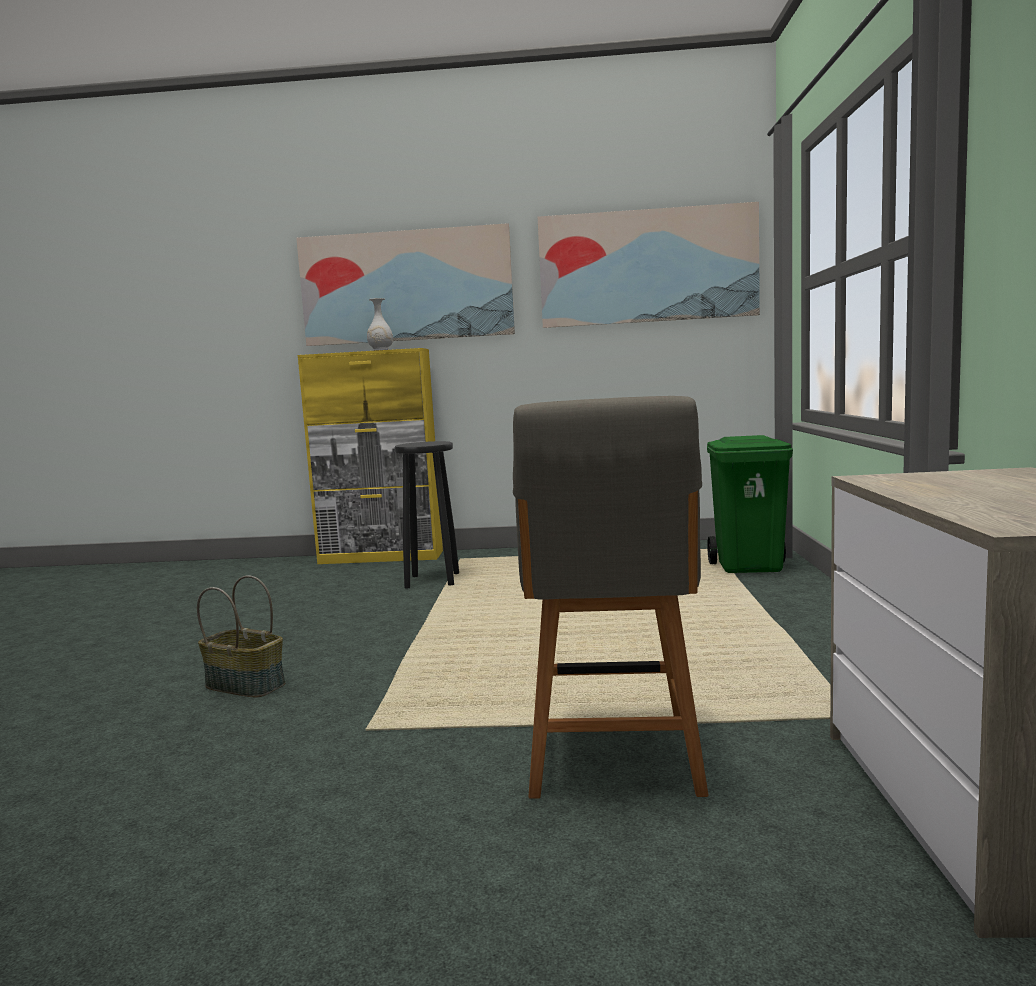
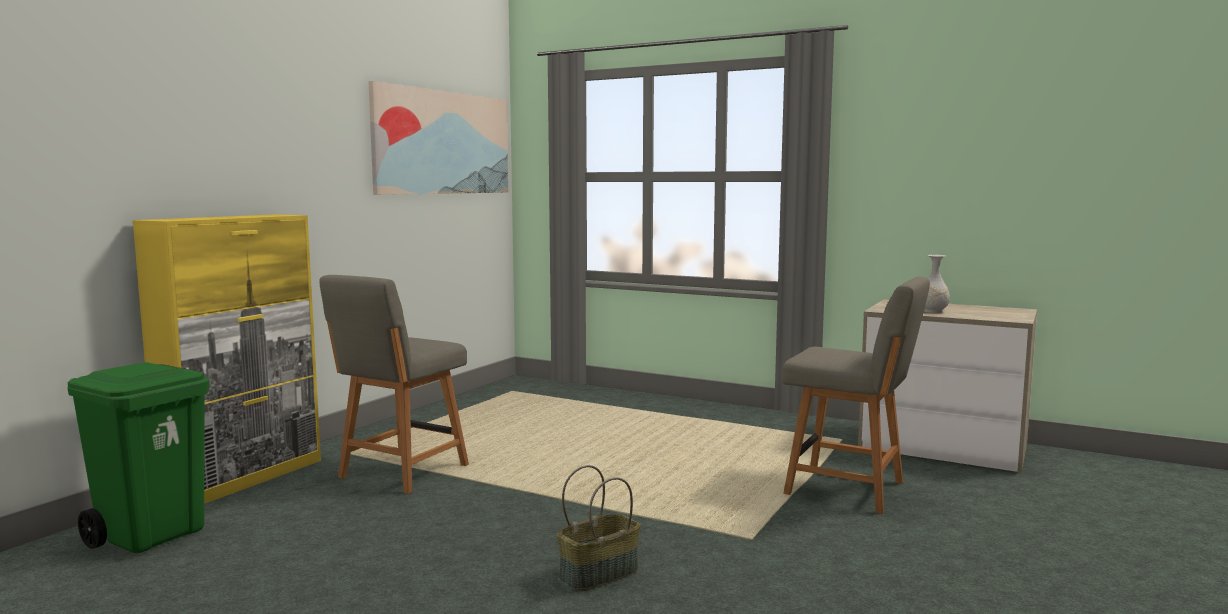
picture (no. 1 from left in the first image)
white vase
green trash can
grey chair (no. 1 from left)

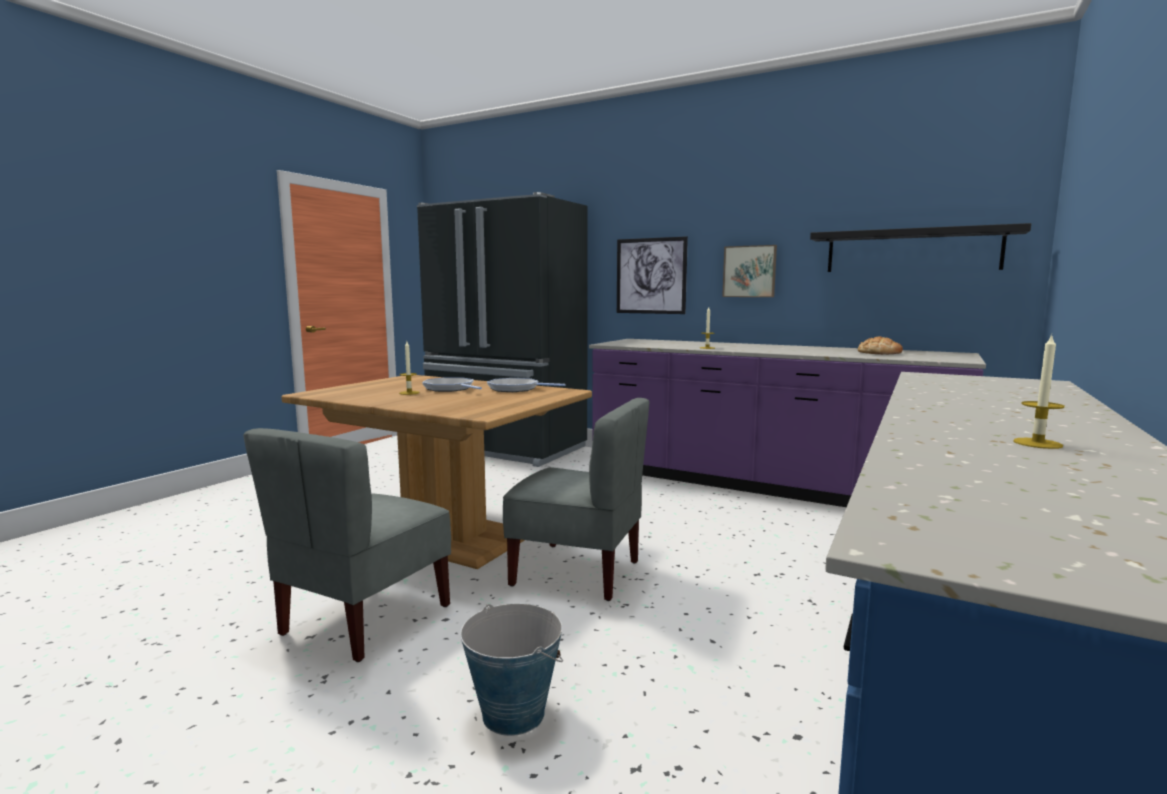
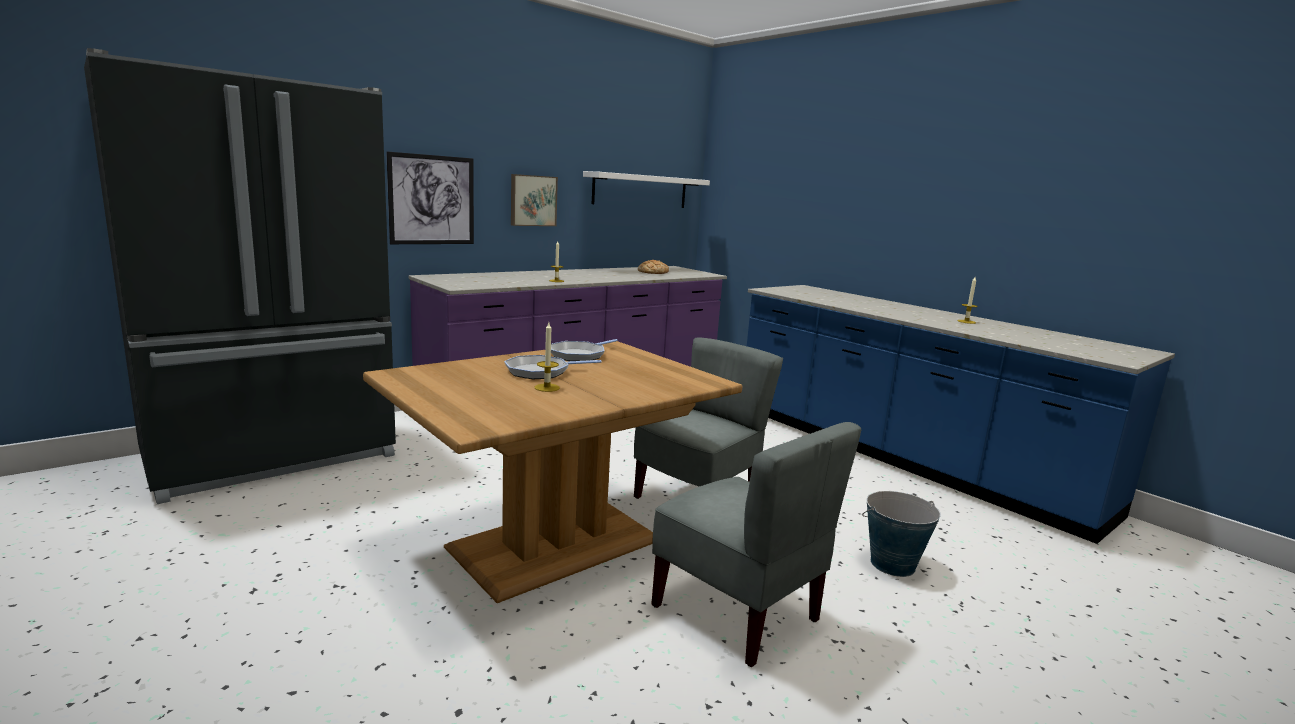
white shelf

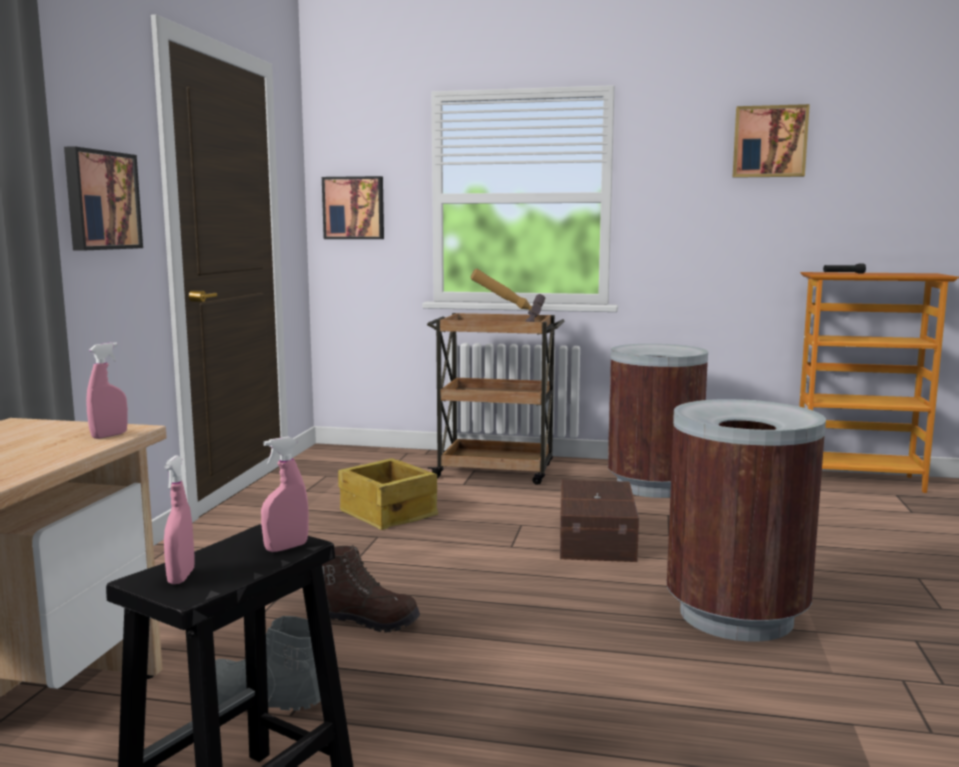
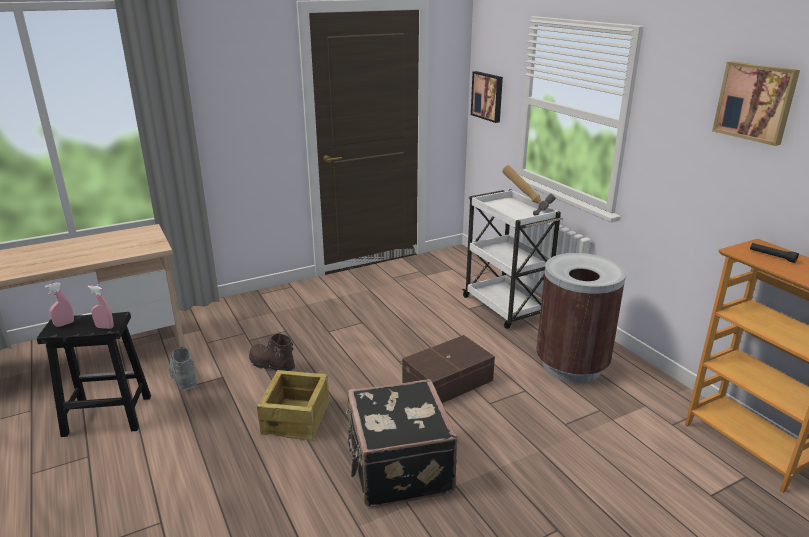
picture (no. 1 from left in the first image)
white cart
pink spray bottle (no. 1 from left in the first image)
black suitcase
crate
brown boot

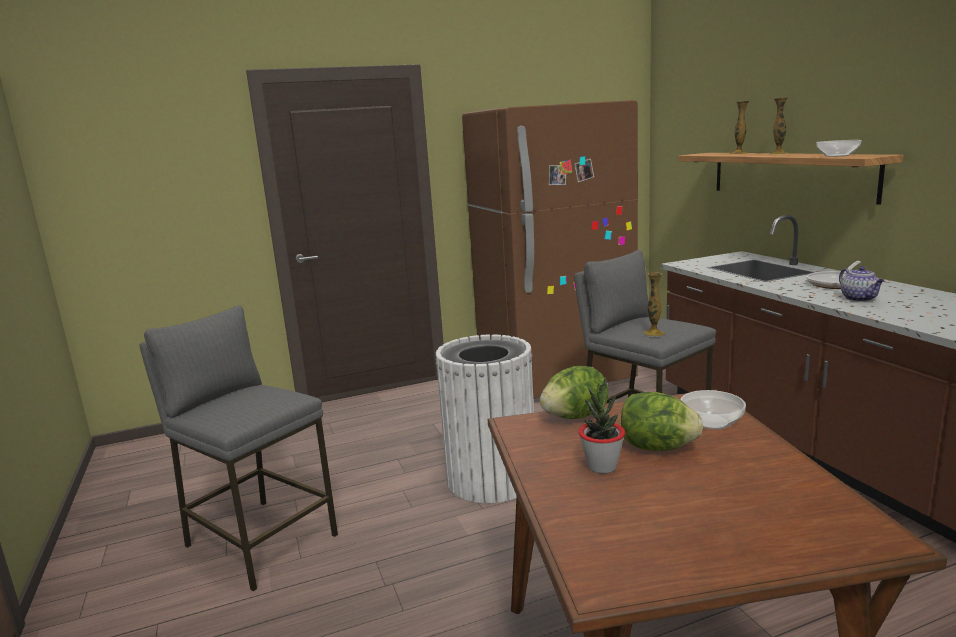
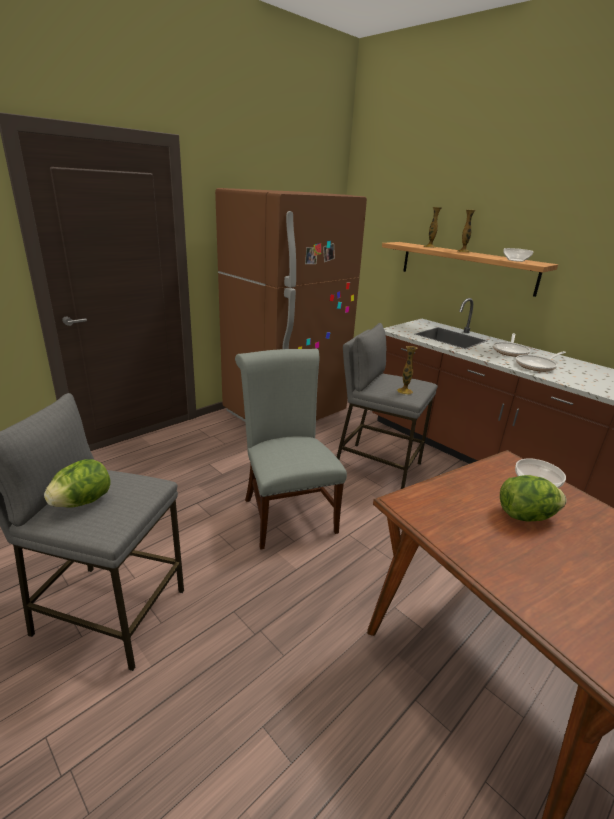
frying pan (no. 2 from left)
grey chair
lettuce (no. 1 from left)
potted plant

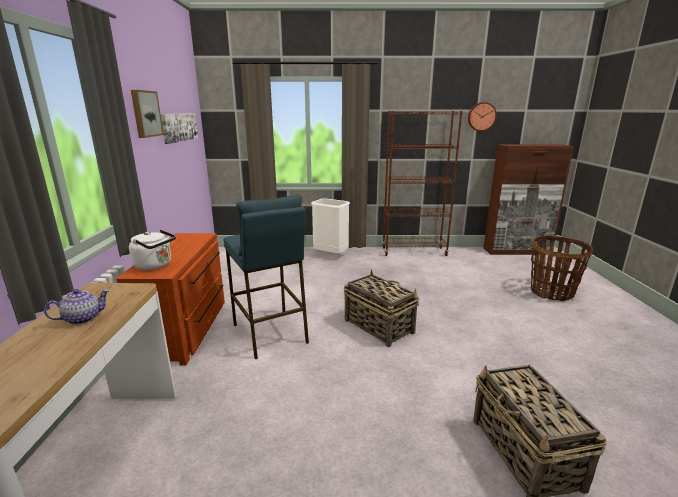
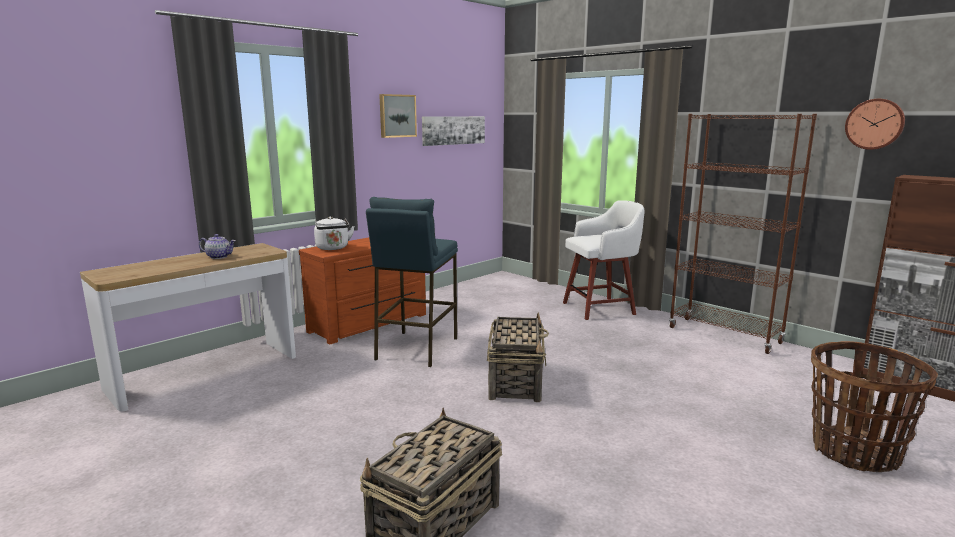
white stool

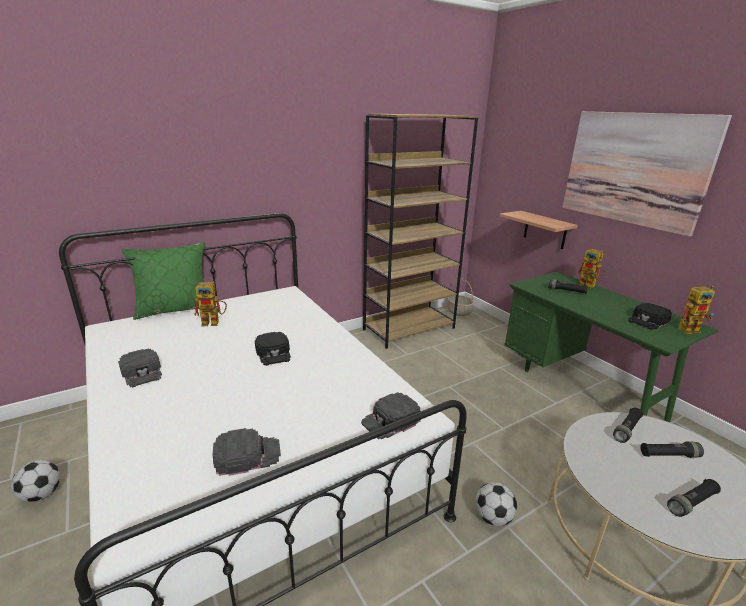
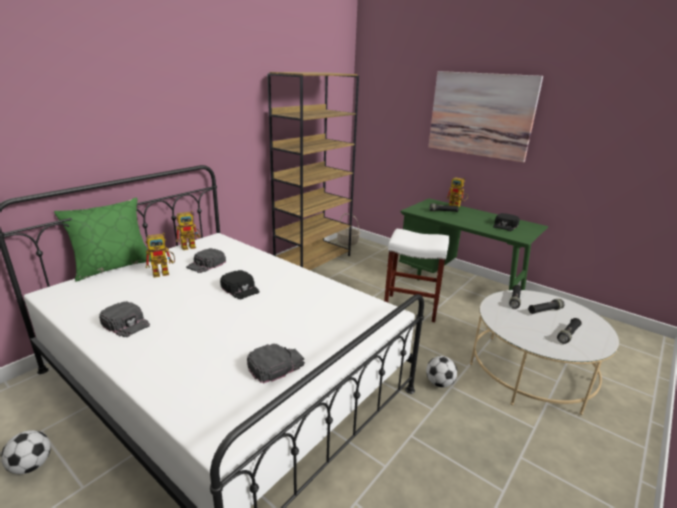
shelf
toy robot (no. 2 from left)
black cap (no. 2 from left)
white stool

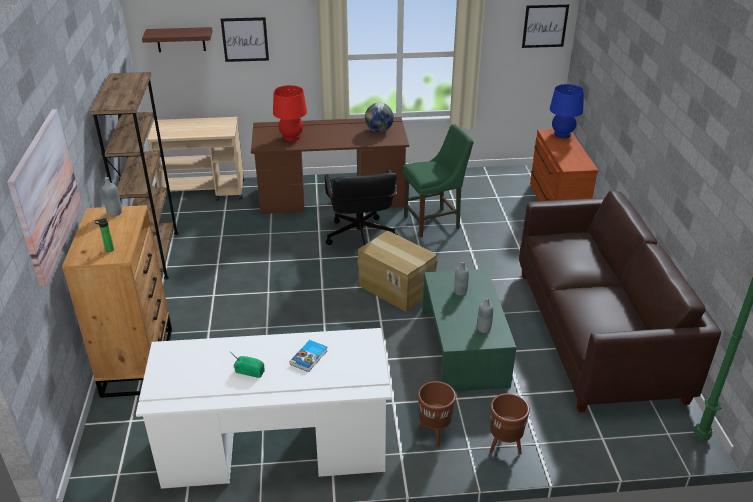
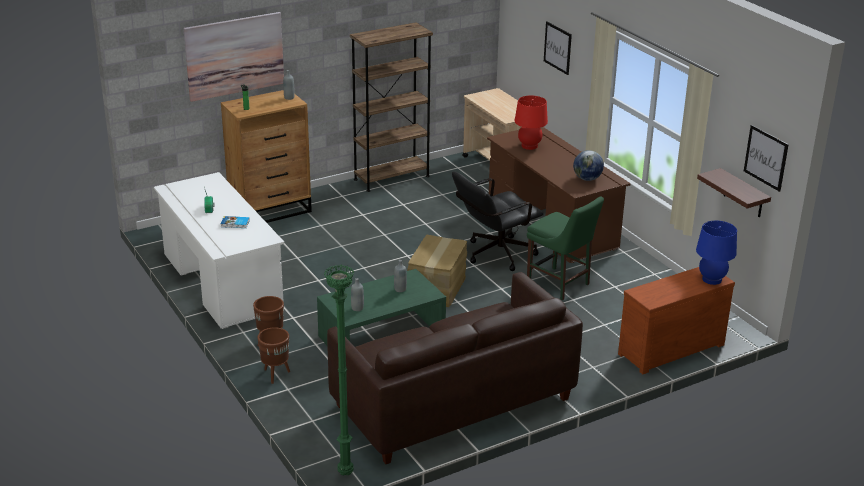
shelf

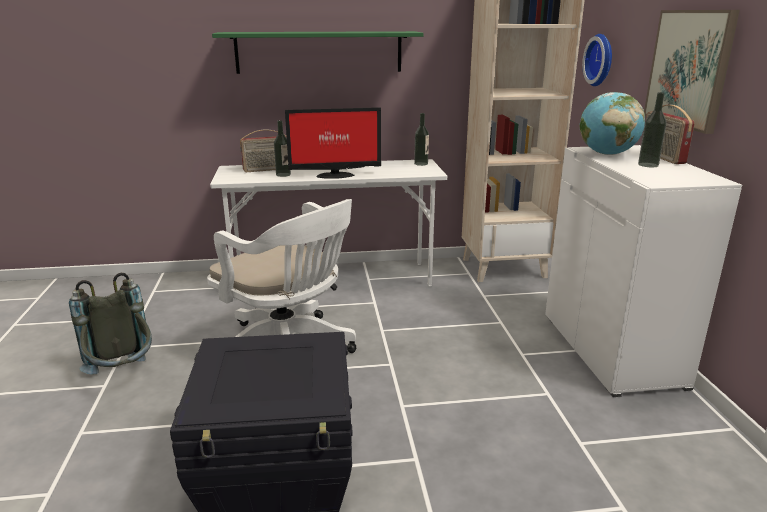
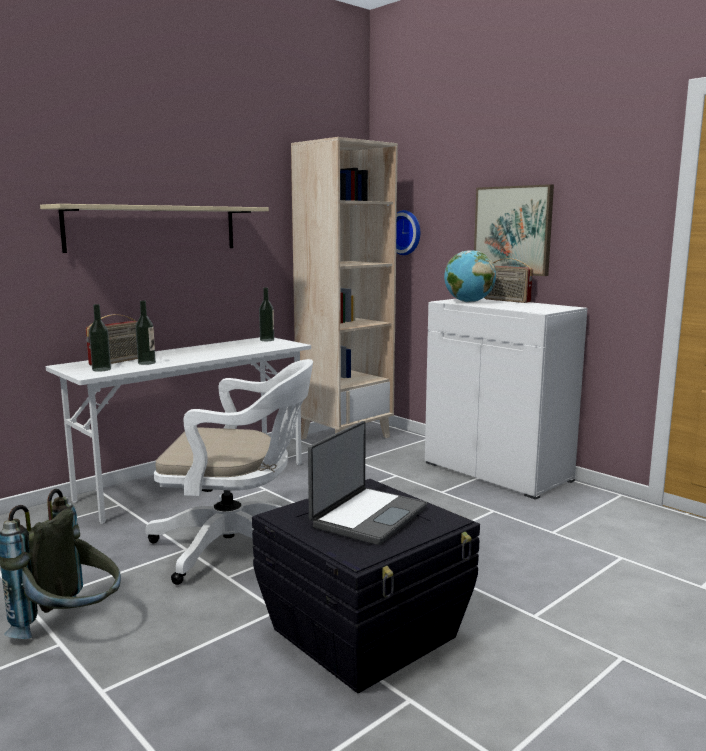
beige shelf
bottle (no. 1 from left)
monitor
laptop

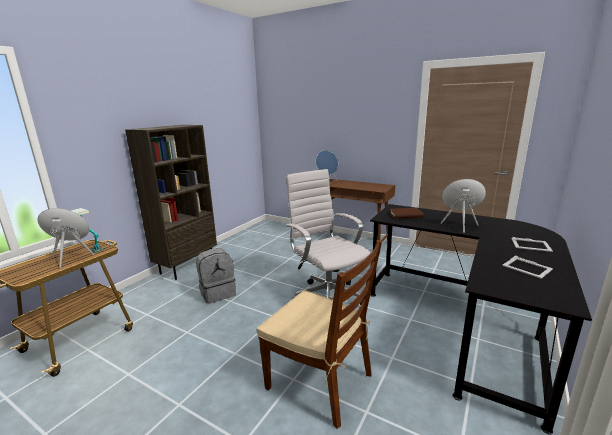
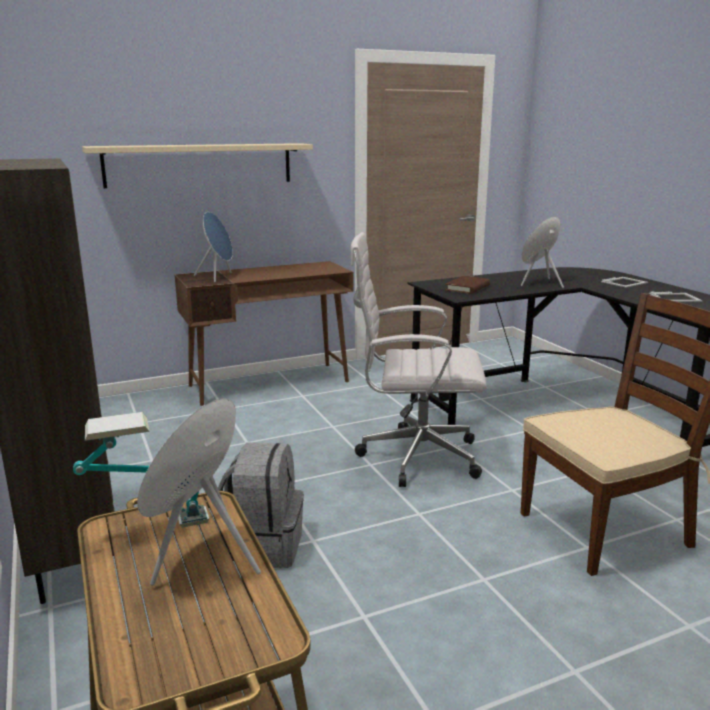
beige shelf

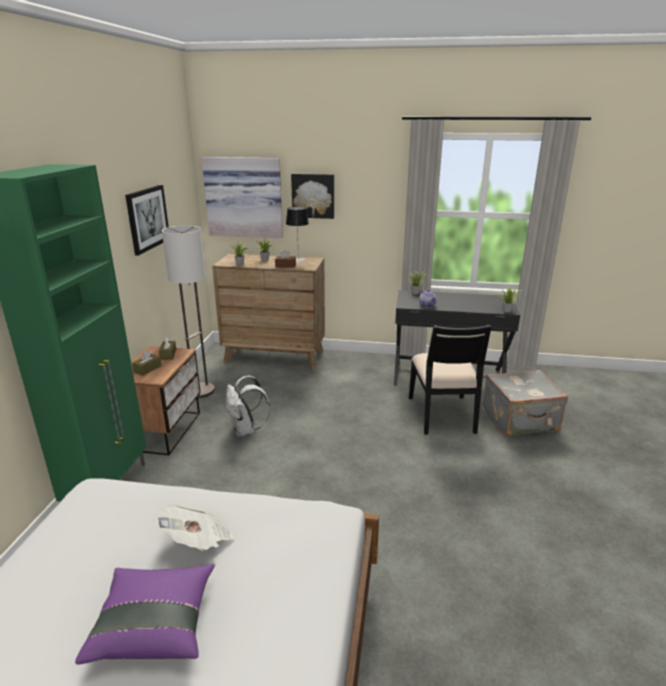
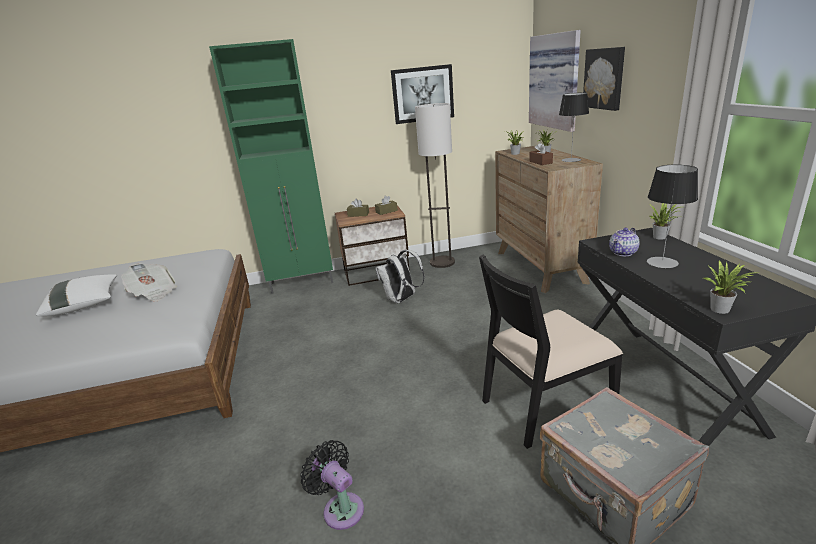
white pillow
table lamp (no. 2 from left)
black fan

